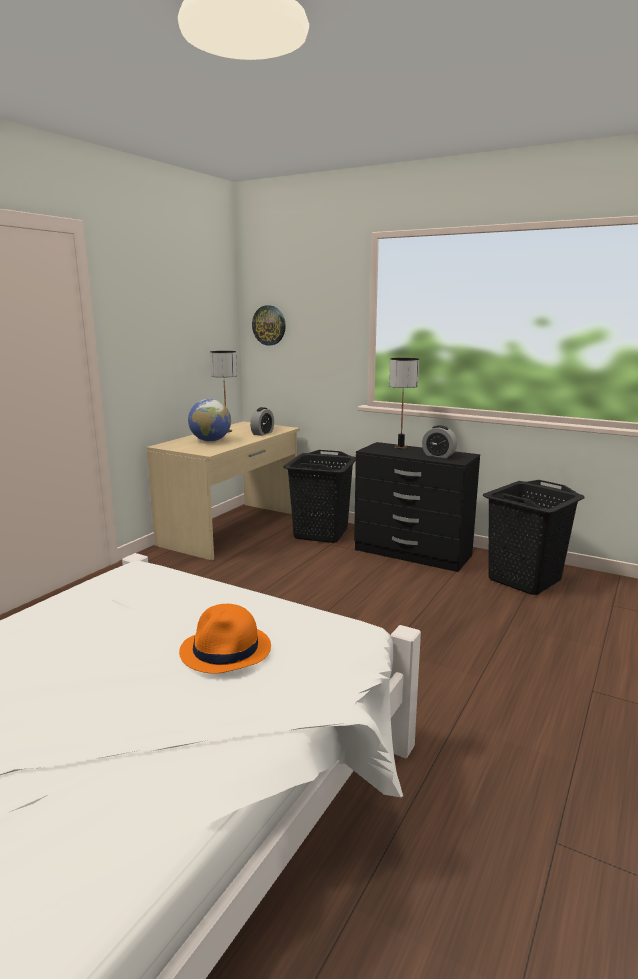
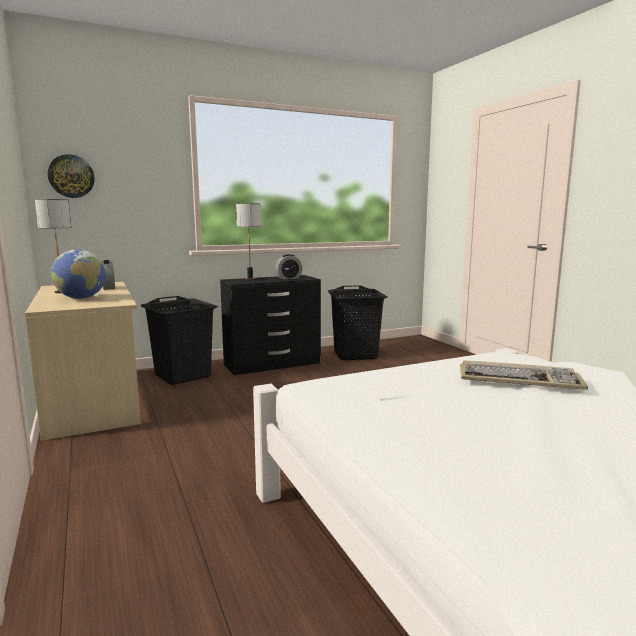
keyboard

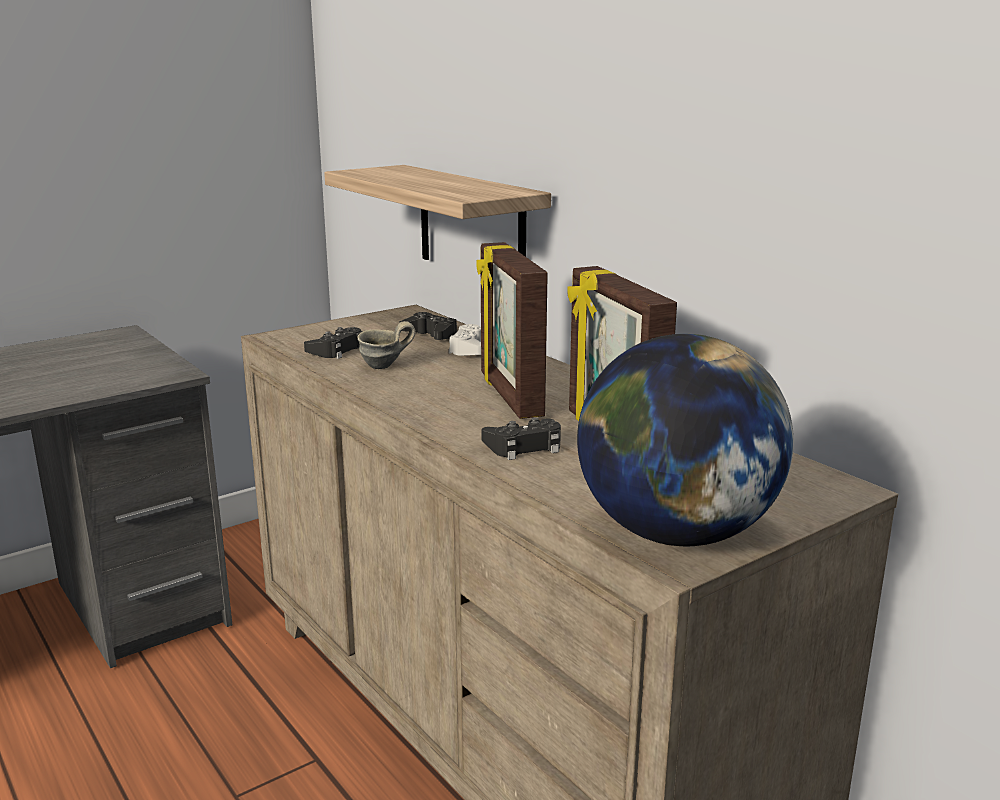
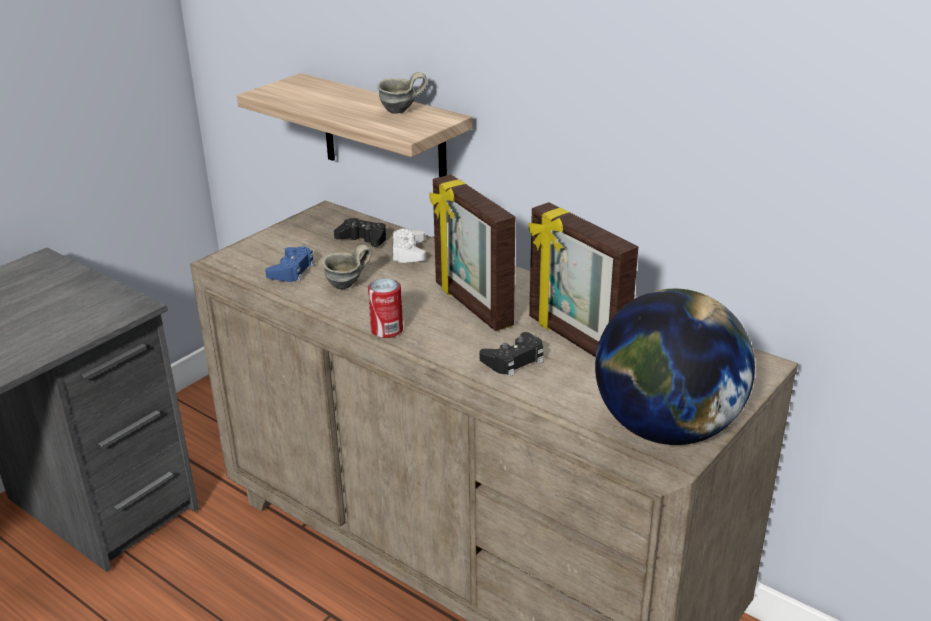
blue game controller
grey mug (no. 2 from left)
can

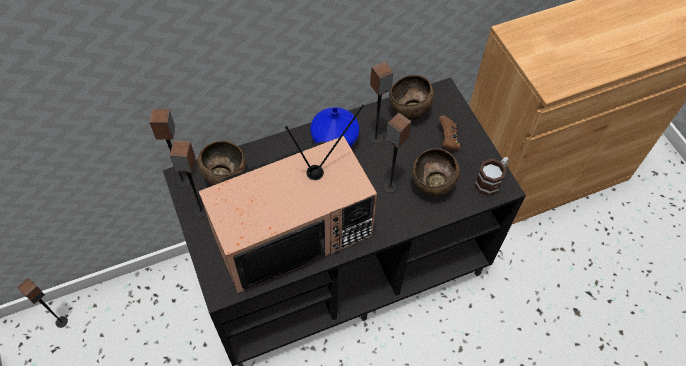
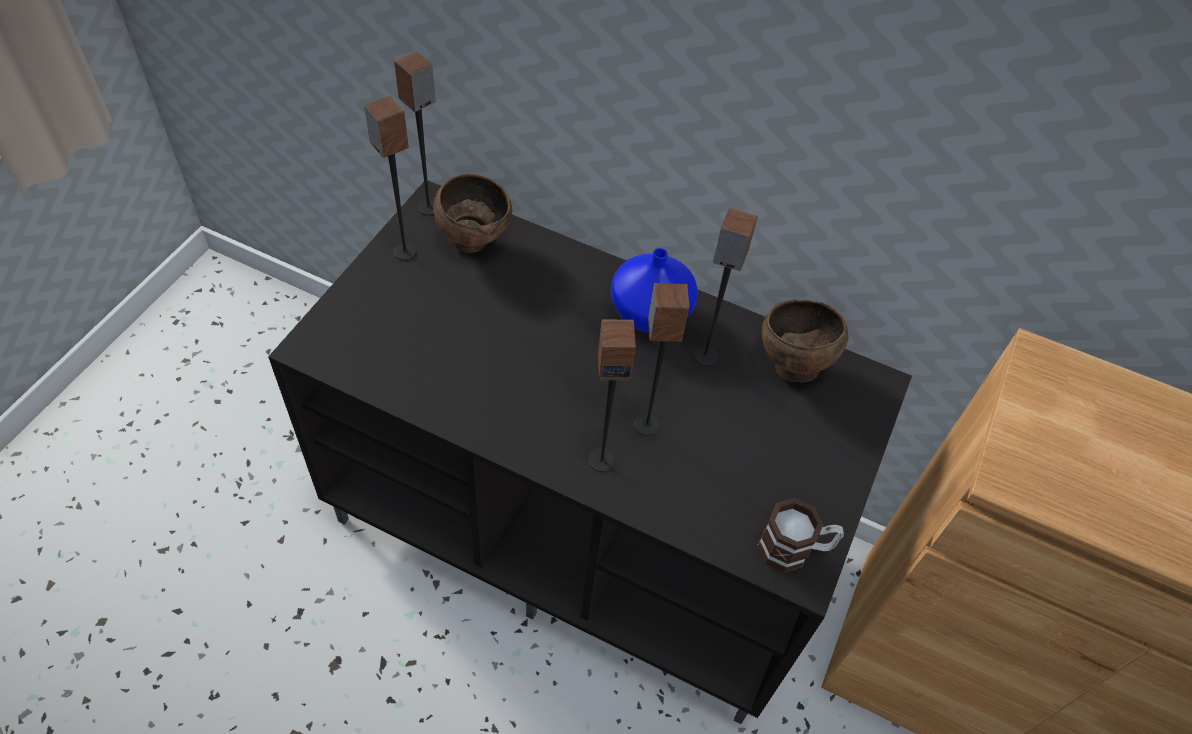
television
brown game controller
brown bowl (no. 3 from left in the first image)
speaker (no. 3 from left)

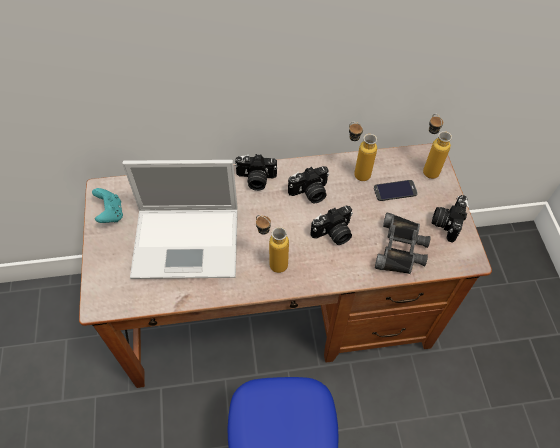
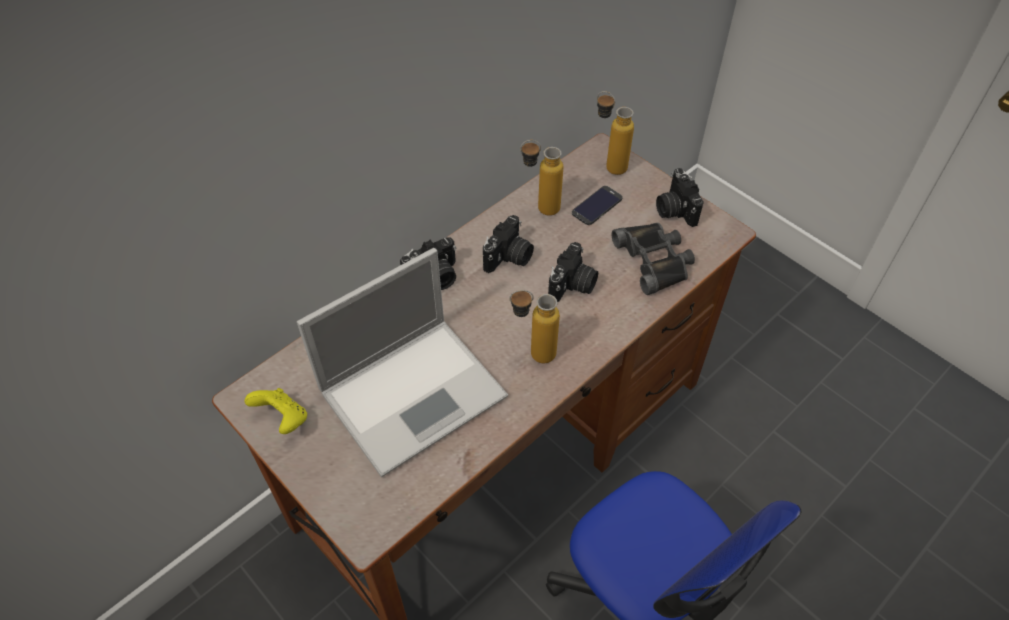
yellow game controller

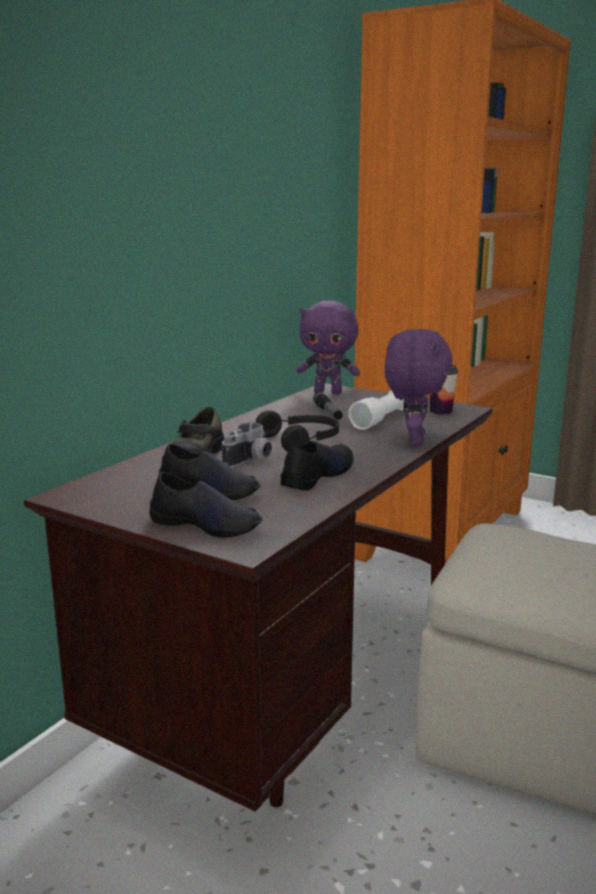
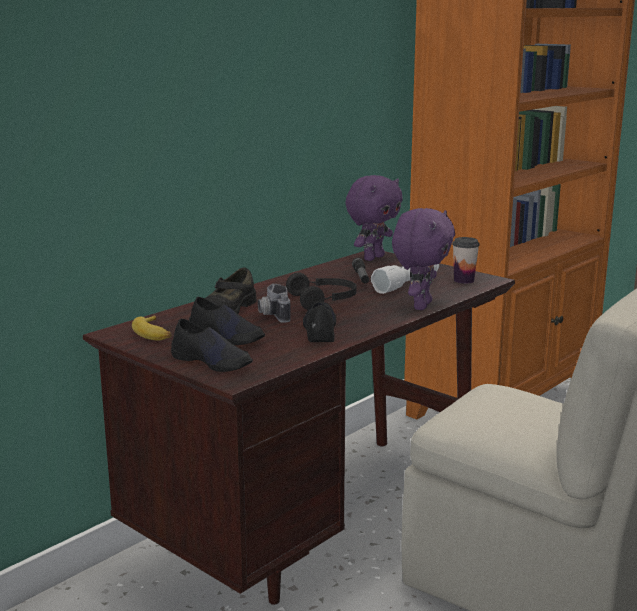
purple plush toy (no. 1 from left)
photo camera
black shoe (no. 4 from left)
banana

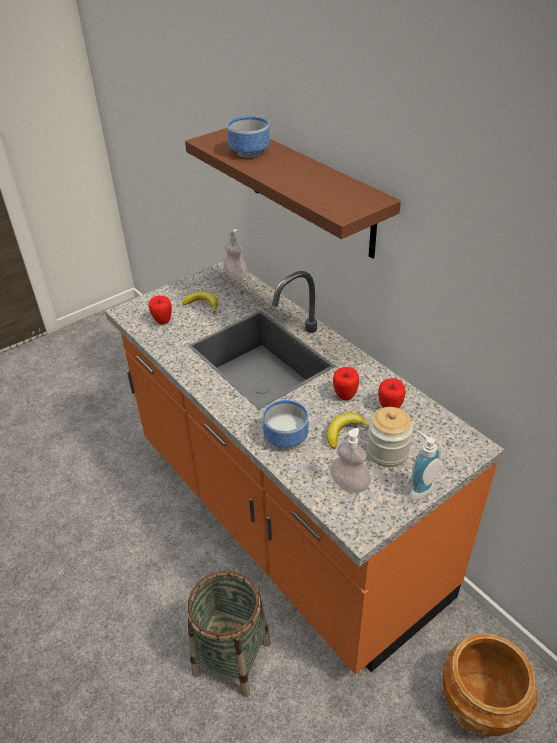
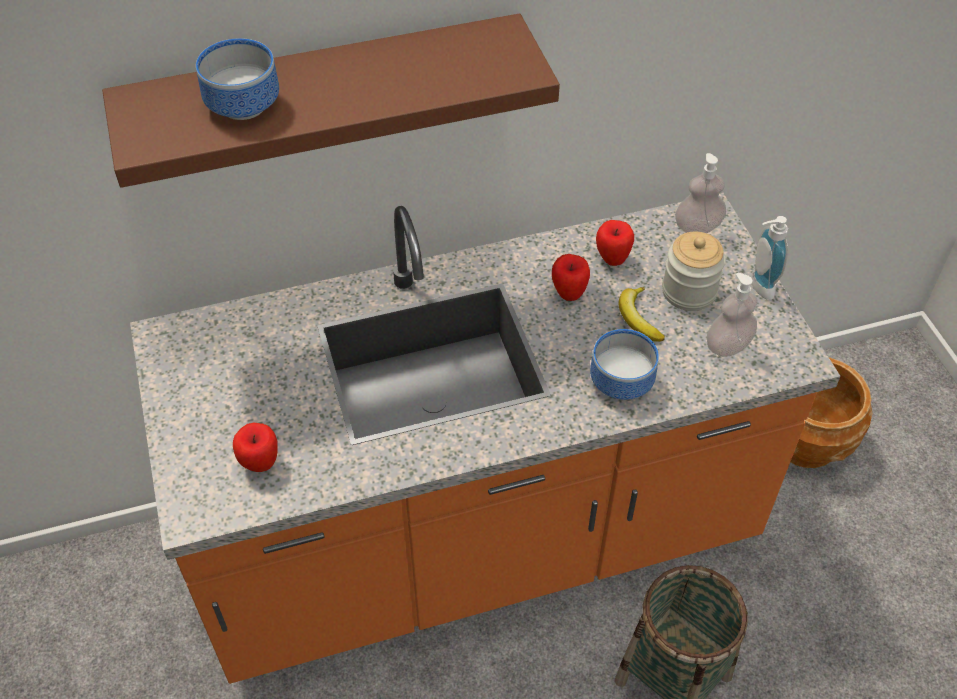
soap dispenser (no. 1 from left)
banana (no. 1 from left in the first image)

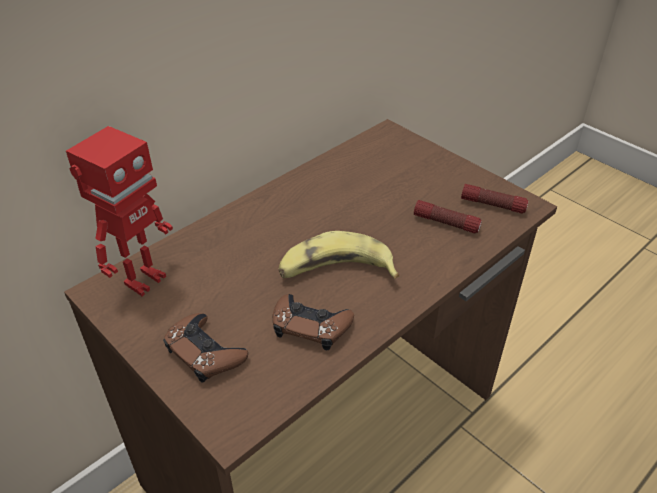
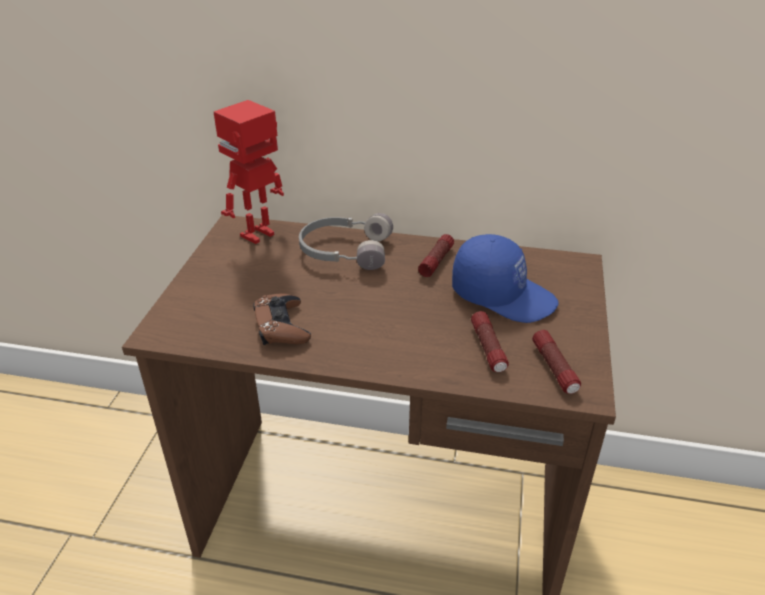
toy robot
banana
brown game controller (no. 1 from left in the first image)
grey headphones
flashlight (no. 1 from left)
blue cap

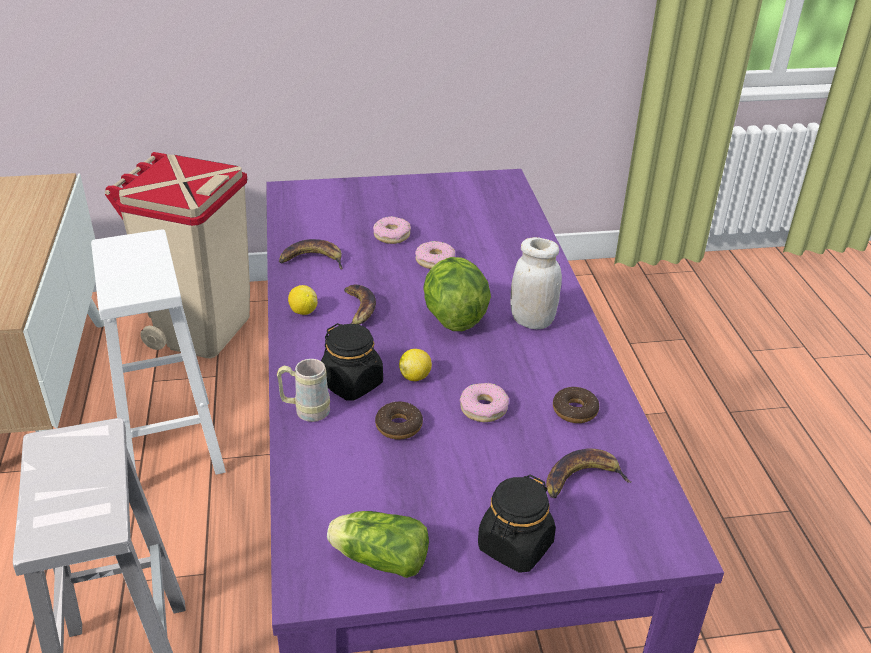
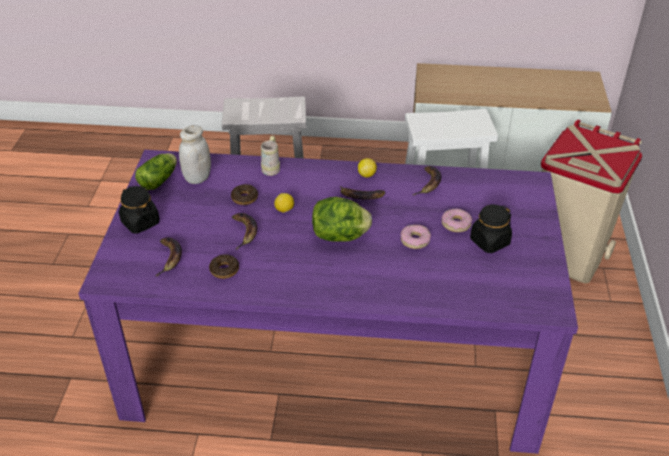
white jar
black jar (no. 2 from left)
banana (no. 2 from left)

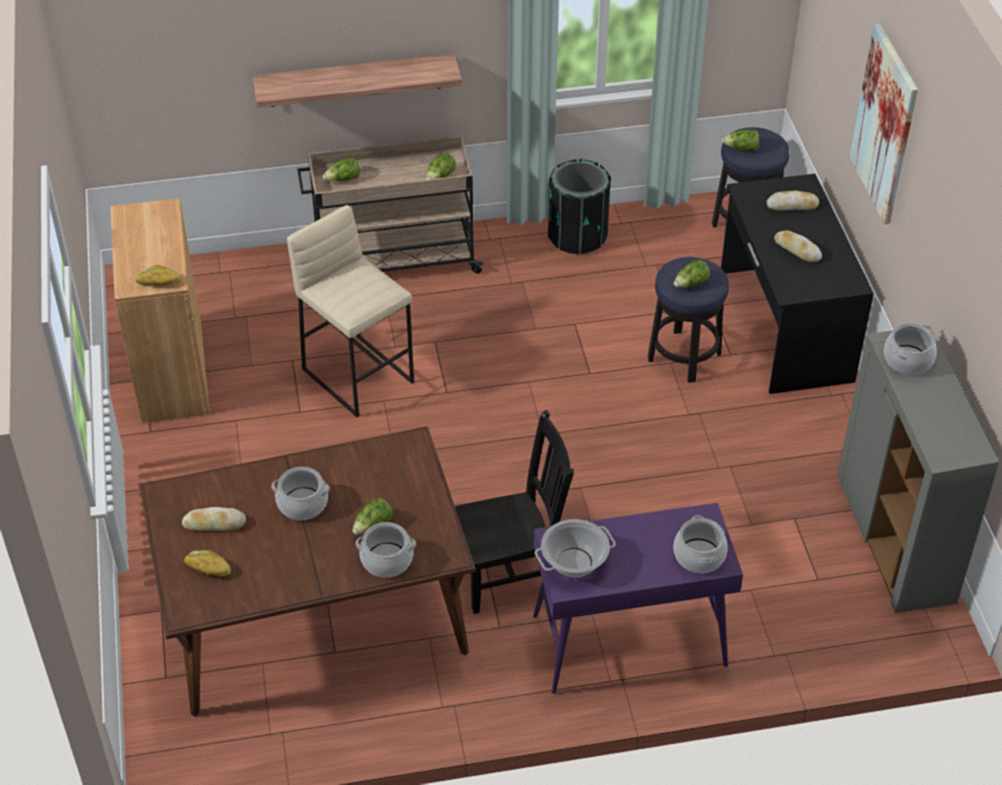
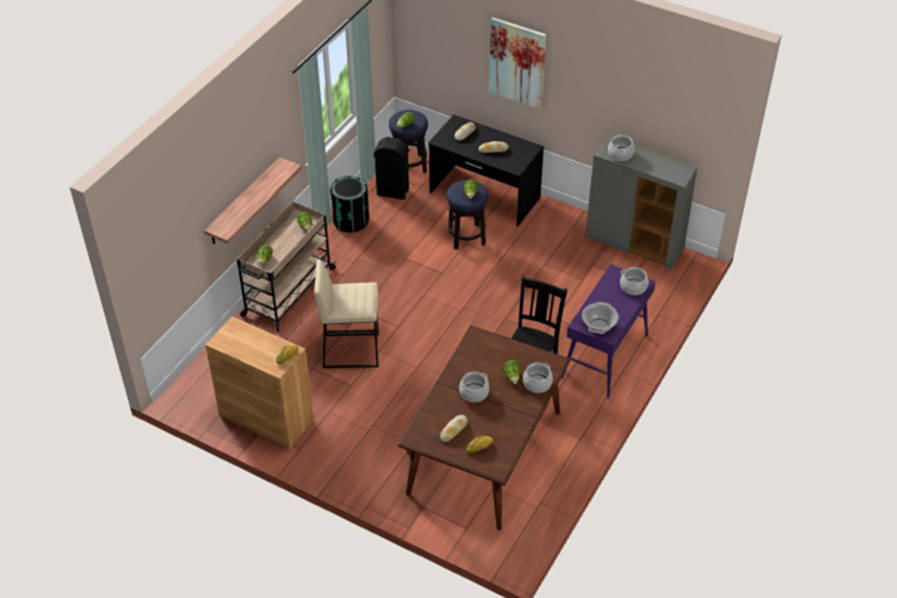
black trash can (no. 2 from left)

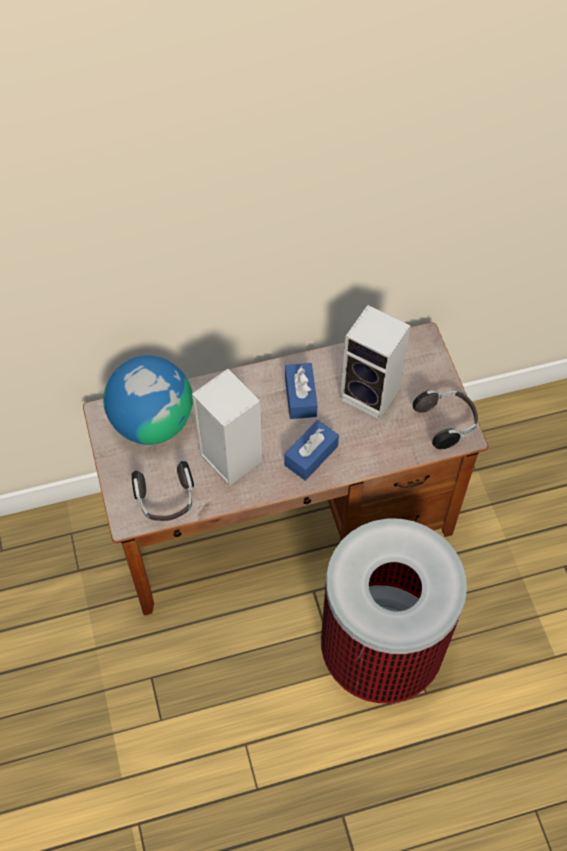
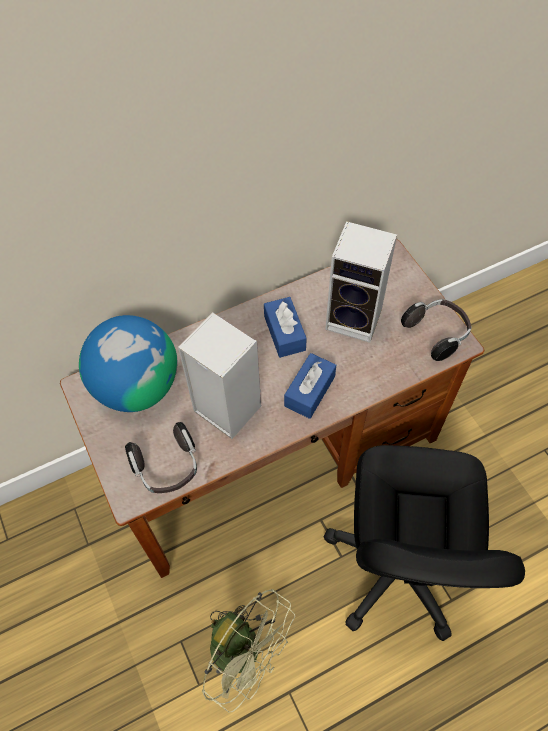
black office chair
green fan

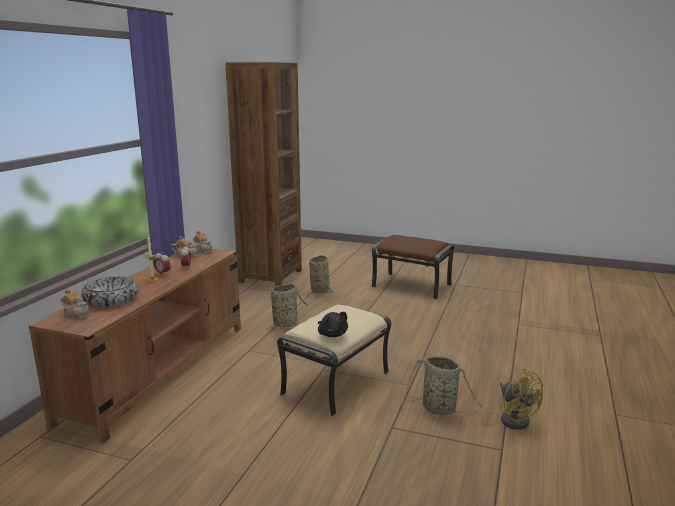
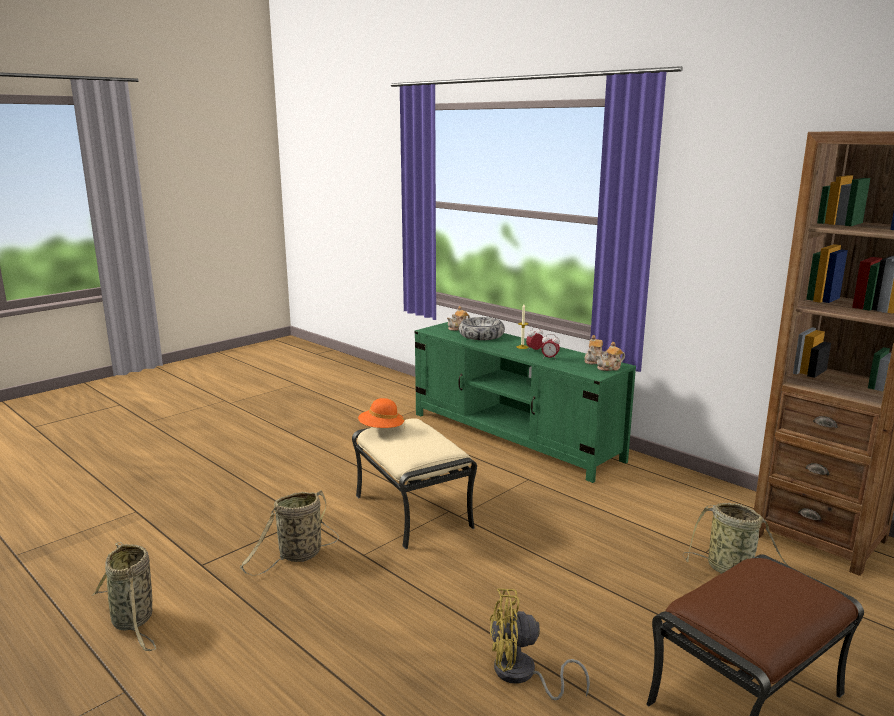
green tv stand
basket (no. 1 from left)
orange hat
yellow fan

